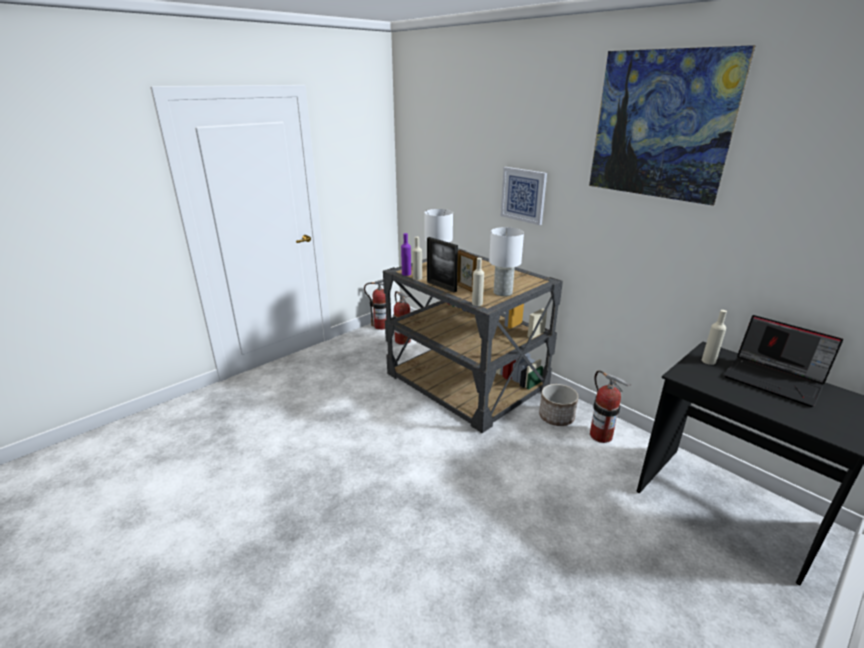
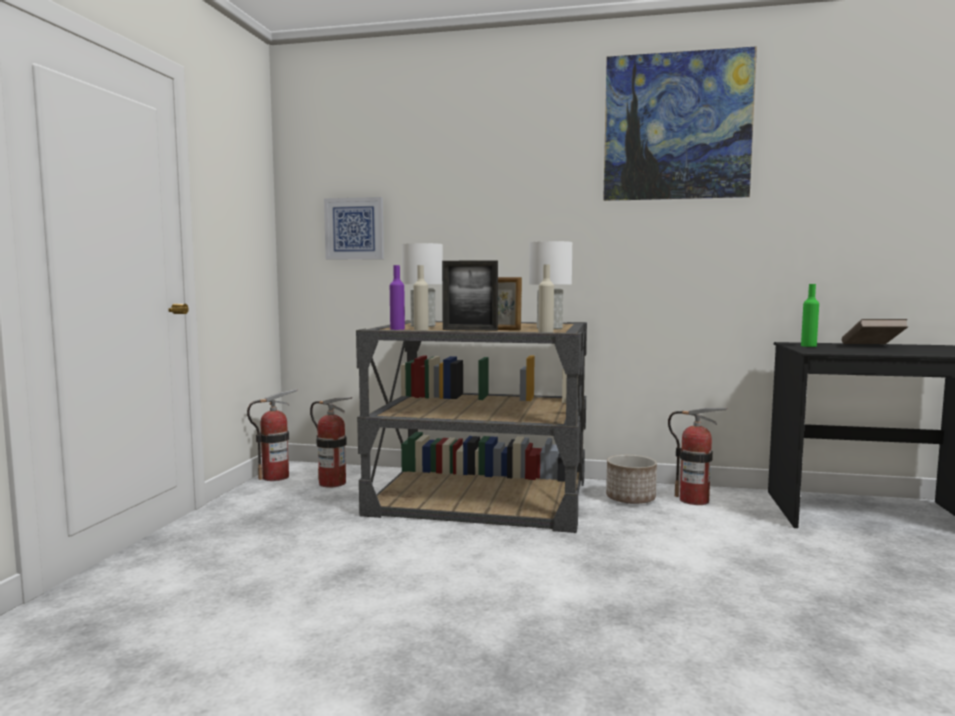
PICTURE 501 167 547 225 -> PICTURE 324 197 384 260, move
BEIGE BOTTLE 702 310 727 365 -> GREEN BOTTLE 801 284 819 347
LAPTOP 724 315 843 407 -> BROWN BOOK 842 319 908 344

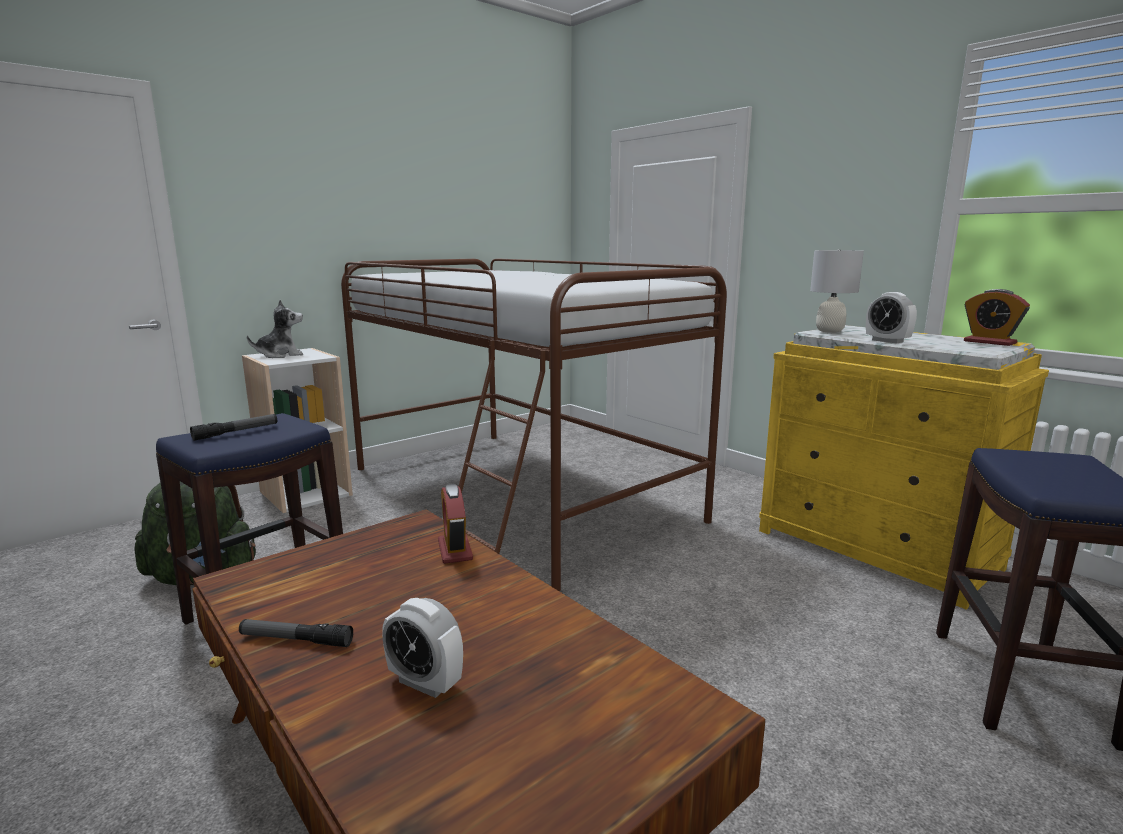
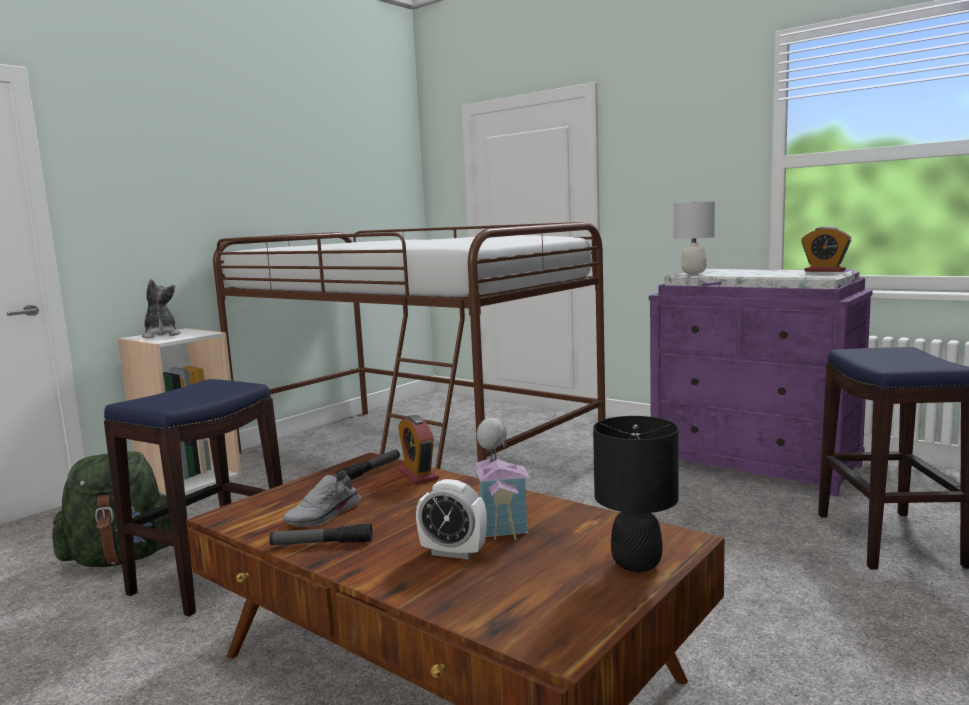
PLUSH TOY 247 300 303 358 -> PLUSH TOY 142 279 181 338, 75 degrees counterclockwise
none -> GREY SHOE 283 471 361 527
FLASHLIGHT 190 414 277 441 -> FLASHLIGHT 336 449 400 480, move
none -> TOY HOUSE 476 418 530 540
none -> BLACK TABLE LAMP 593 416 679 572
YELLOW DRESSER 759 325 1049 609 -> PURPLE DRESSER 649 269 873 497
ALARM CLOCK 866 292 917 343 -> none

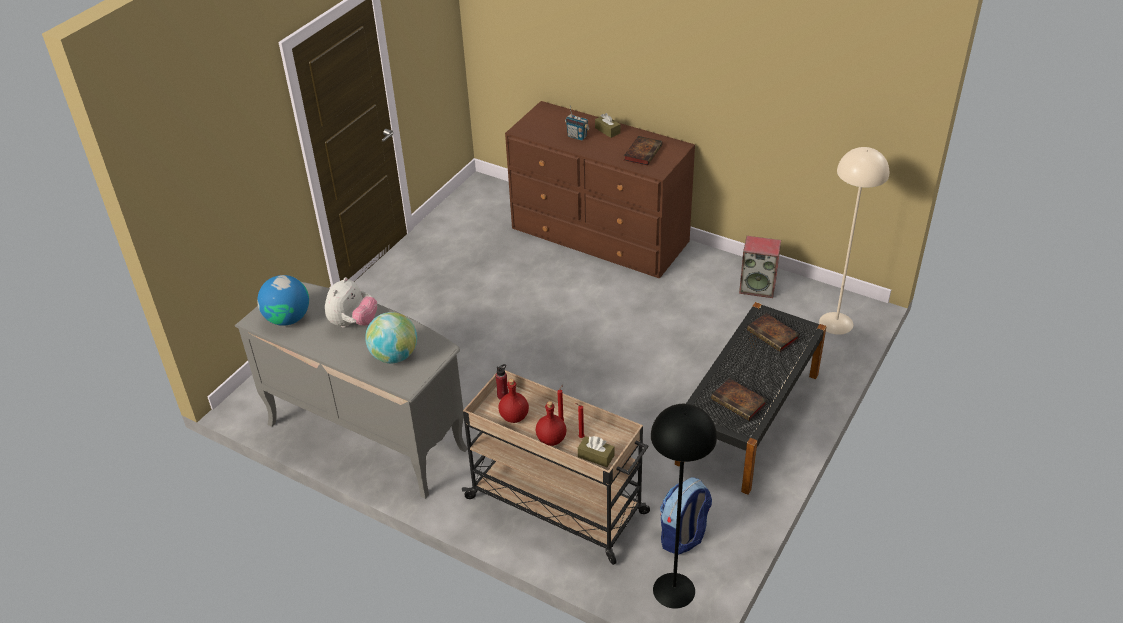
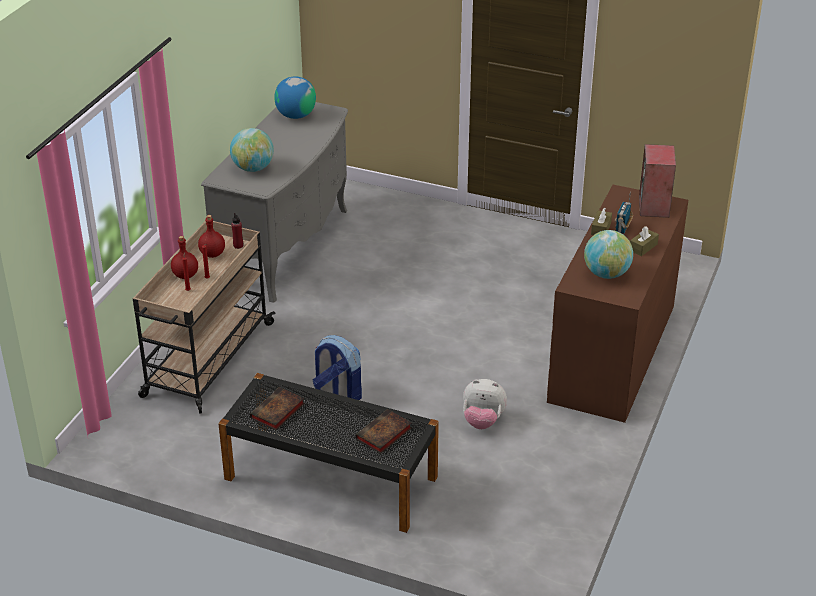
BACKPACK 660 477 712 555 -> BACKPACK 312 335 362 400, move
PLUSH TOY 325 277 377 328 -> PLUSH TOY 463 379 507 429, move
BOOK 624 136 662 165 -> GLOBE 584 230 633 279
BROWN TISSUE BOX 578 436 614 467 -> BROWN TISSUE BOX 591 208 612 235, move
SPEAKER 739 236 781 298 -> SPEAKER 639 144 676 218, move
BLACK FLOOR LAMP 651 404 717 609 -> none
BEIGE FLOOR LAMP 819 147 889 335 -> none

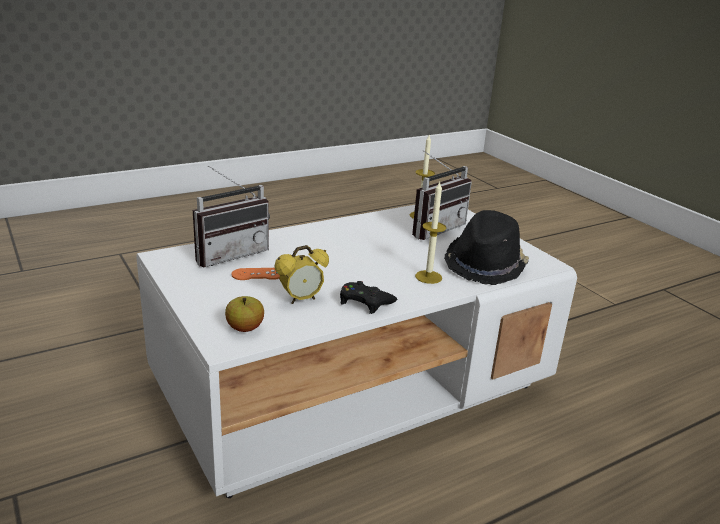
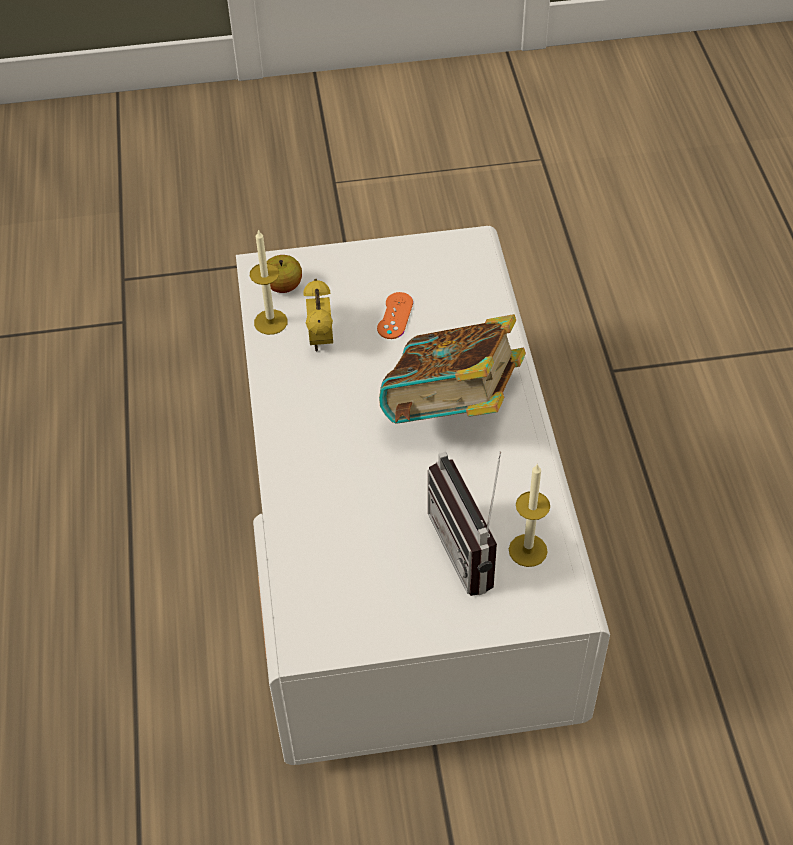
CANDLE 415 182 446 284 -> CANDLE 250 229 288 335, move
none -> BOOK 379 314 526 424
RADIO 193 165 270 267 -> none
BLACK GAME CONTROLLER 340 281 397 314 -> none
BLACK HAT 444 210 529 285 -> none

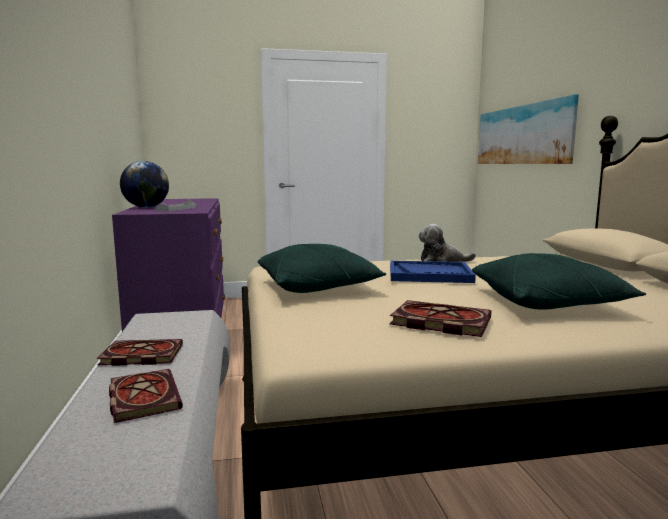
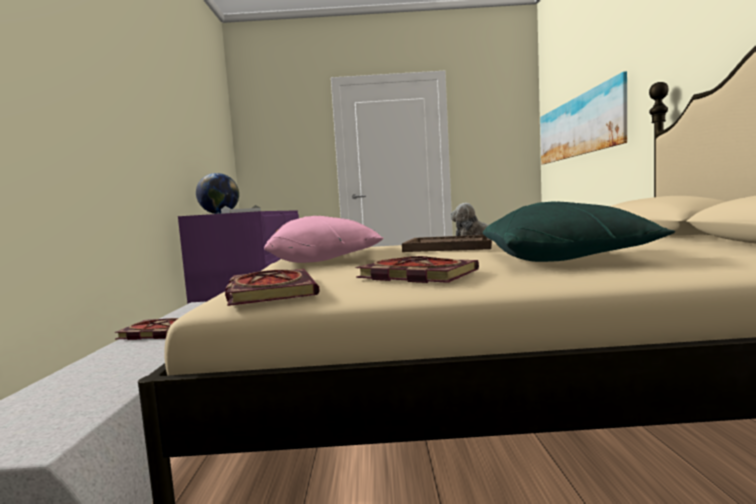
BOOK 109 369 183 423 -> BOOK 225 269 319 306, move
GREEN PILLOW 258 244 386 293 -> PINK PILLOW 264 216 383 263
BLUE TRAY 390 261 476 283 -> BROWN TRAY 402 235 492 252

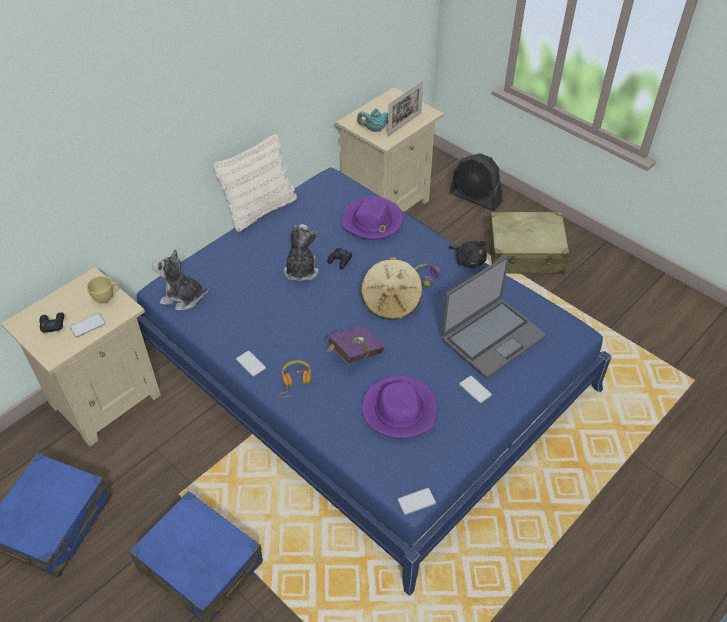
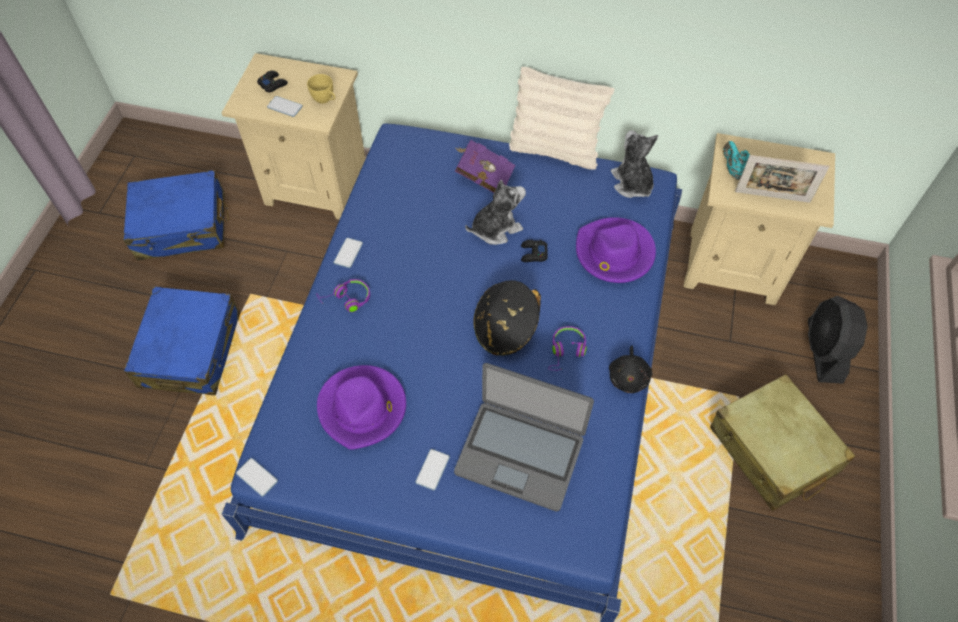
ORANGE HEADPHONES 279 360 312 397 -> PURPLE HEADPHONES 316 279 370 312
PURPLE BOOK 326 325 386 365 -> PURPLE BOOK 455 140 515 193, move
BEIGE HAT 361 257 423 320 -> BLACK HAT 473 280 541 356
PLUSH TOY 152 249 209 310 -> PLUSH TOY 611 130 658 198, move

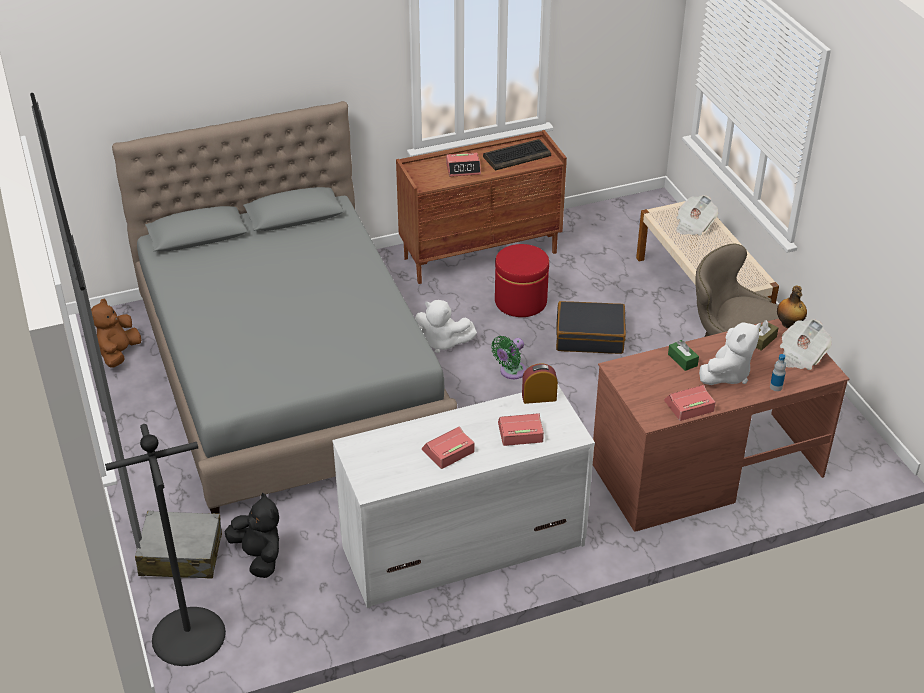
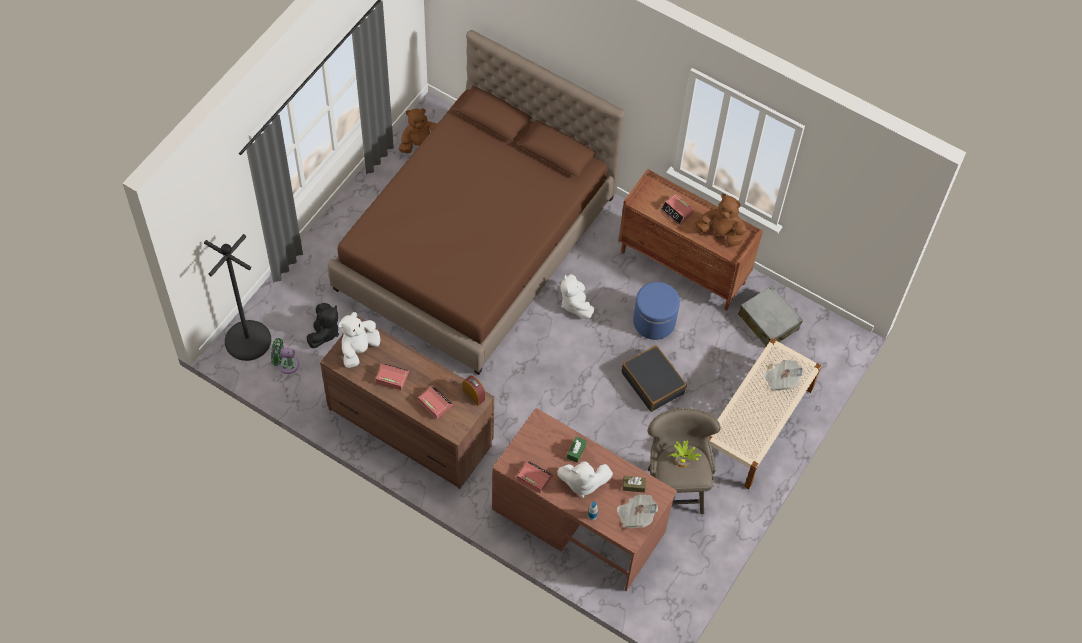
GREEN FAN 491 336 526 379 -> GREEN FAN 271 338 299 374, move
WHITE DRESSER 332 385 595 608 -> BROWN DRESSER 320 316 494 489
GREY BED 112 101 457 514 -> BROWN BED 328 30 625 375
none -> WHITE PLUSH TOY 339 312 380 368
RED OTTOMAN 495 244 549 317 -> BLUE OTTOMAN 633 282 680 340
none -> POTTED PLANT 669 441 701 468
KEYBOARD 483 139 551 171 -> BROWN PLUSH TOY 695 194 746 246
GREY SUITCASE 135 511 222 579 -> GREY SUITCASE 738 286 803 346, move
BOTTLE 777 286 807 328 -> none

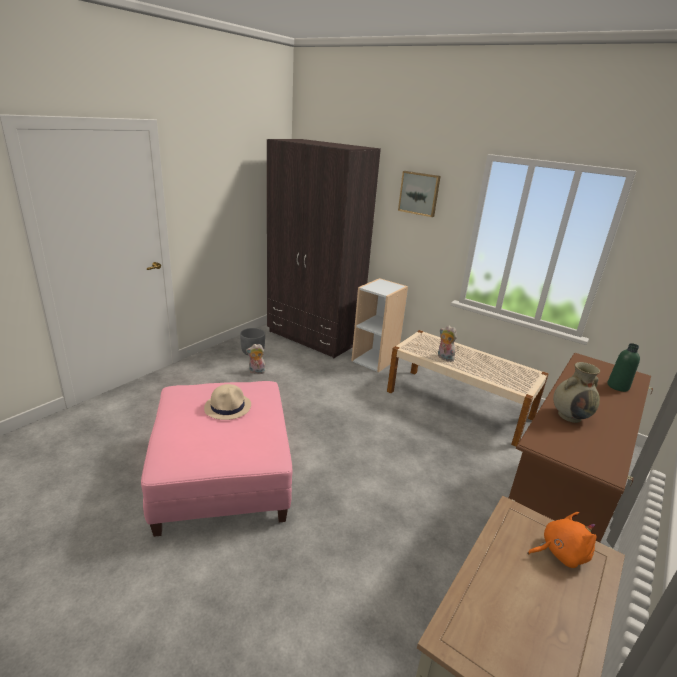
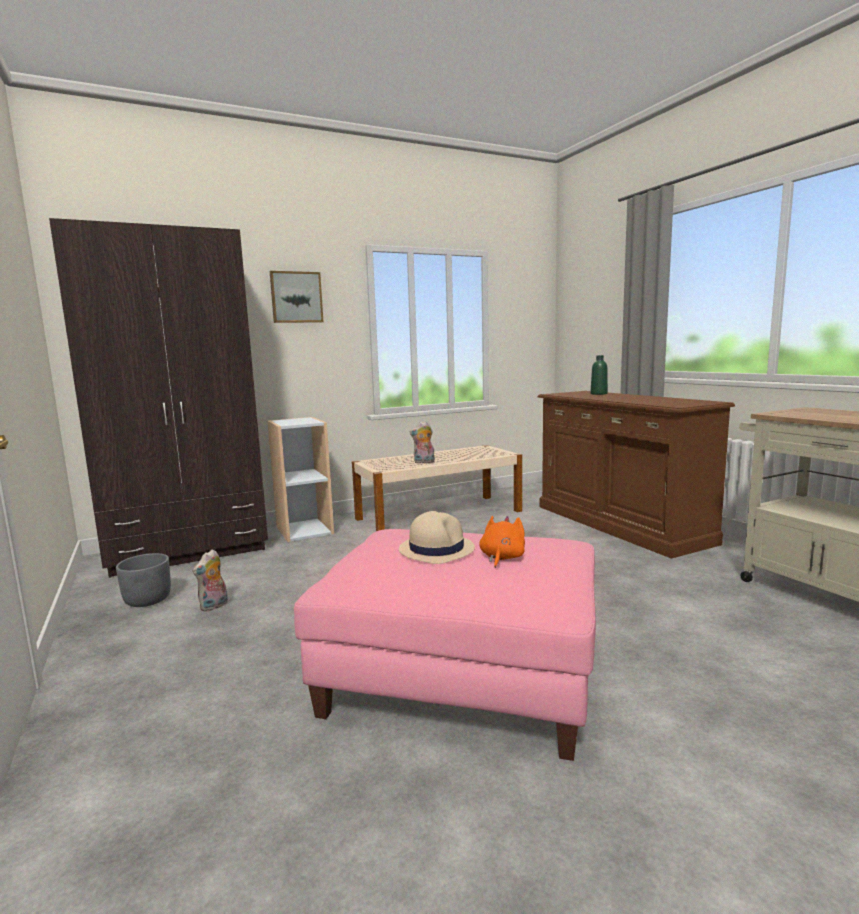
ORANGE PLUSH TOY 528 512 596 568 -> ORANGE PLUSH TOY 479 516 525 568, move
BEIGE VASE 553 362 600 423 -> none

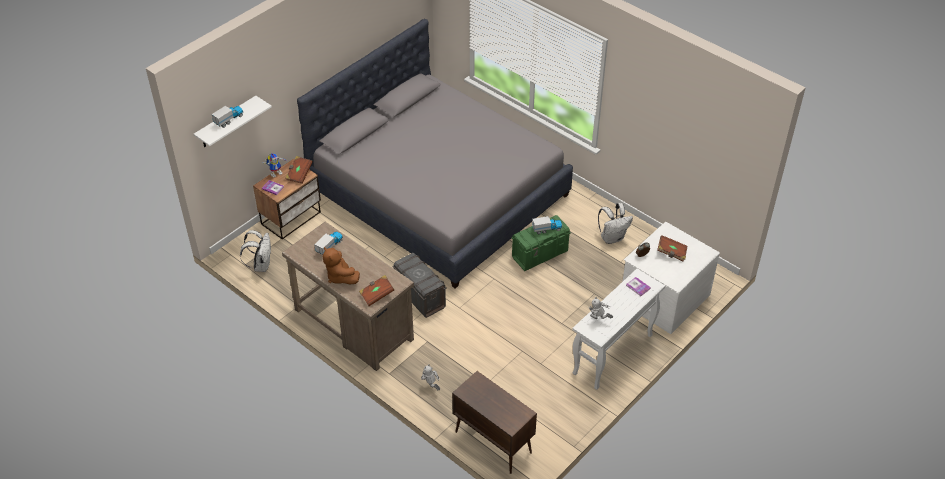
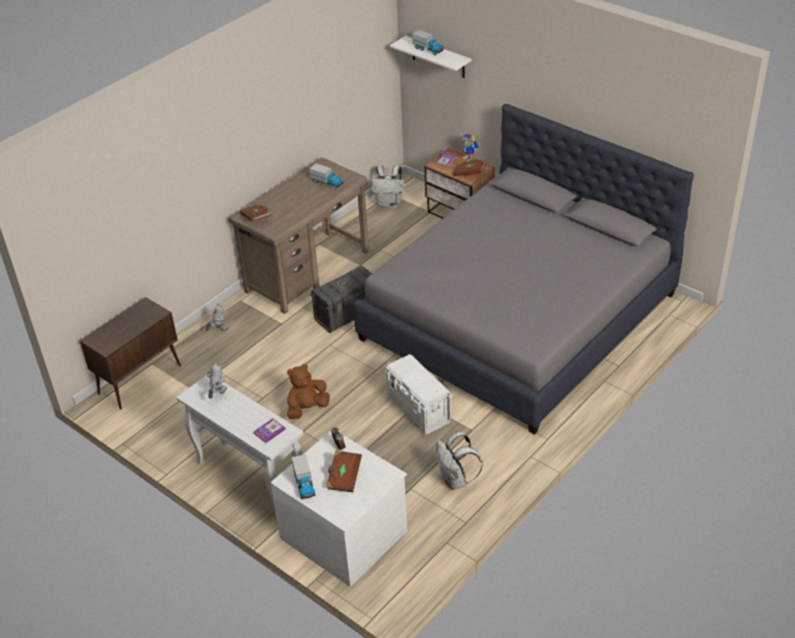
BROWN PLUSH TOY 323 246 360 284 -> BROWN PLUSH TOY 287 364 330 419, move
TOY TRUCK 532 216 562 234 -> TOY TRUCK 291 454 315 499, move
GREEN STORAGE BOX 511 215 571 271 -> WHITE STORAGE BOX 384 354 453 435

